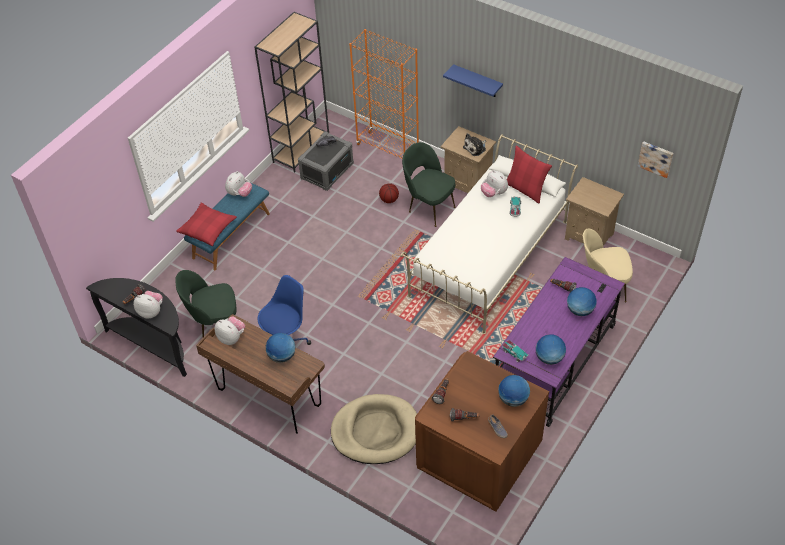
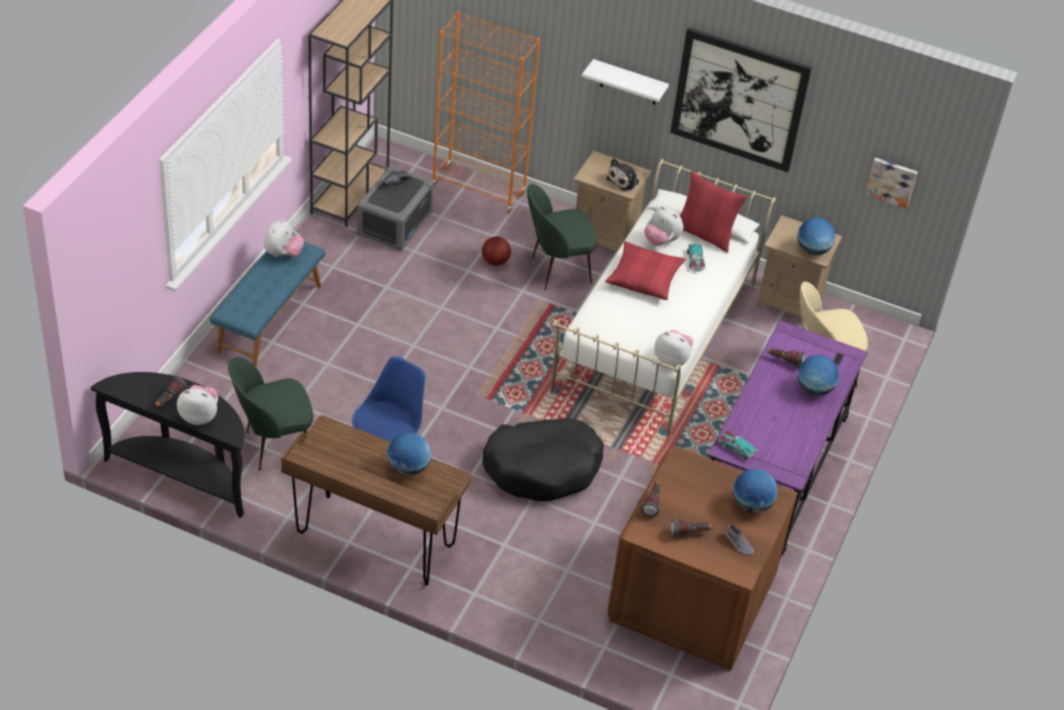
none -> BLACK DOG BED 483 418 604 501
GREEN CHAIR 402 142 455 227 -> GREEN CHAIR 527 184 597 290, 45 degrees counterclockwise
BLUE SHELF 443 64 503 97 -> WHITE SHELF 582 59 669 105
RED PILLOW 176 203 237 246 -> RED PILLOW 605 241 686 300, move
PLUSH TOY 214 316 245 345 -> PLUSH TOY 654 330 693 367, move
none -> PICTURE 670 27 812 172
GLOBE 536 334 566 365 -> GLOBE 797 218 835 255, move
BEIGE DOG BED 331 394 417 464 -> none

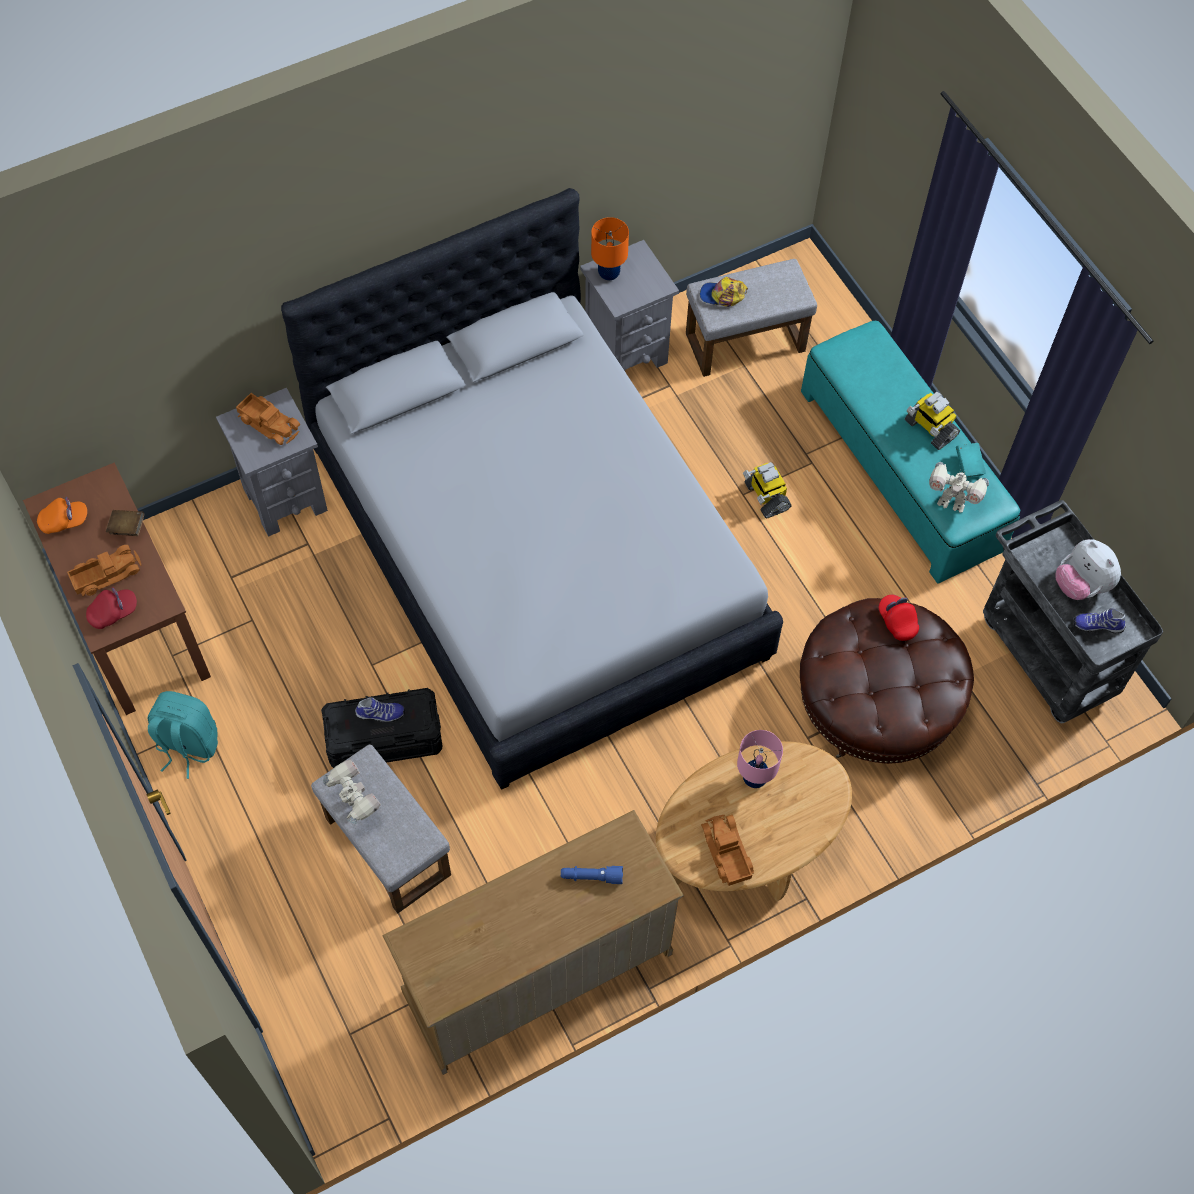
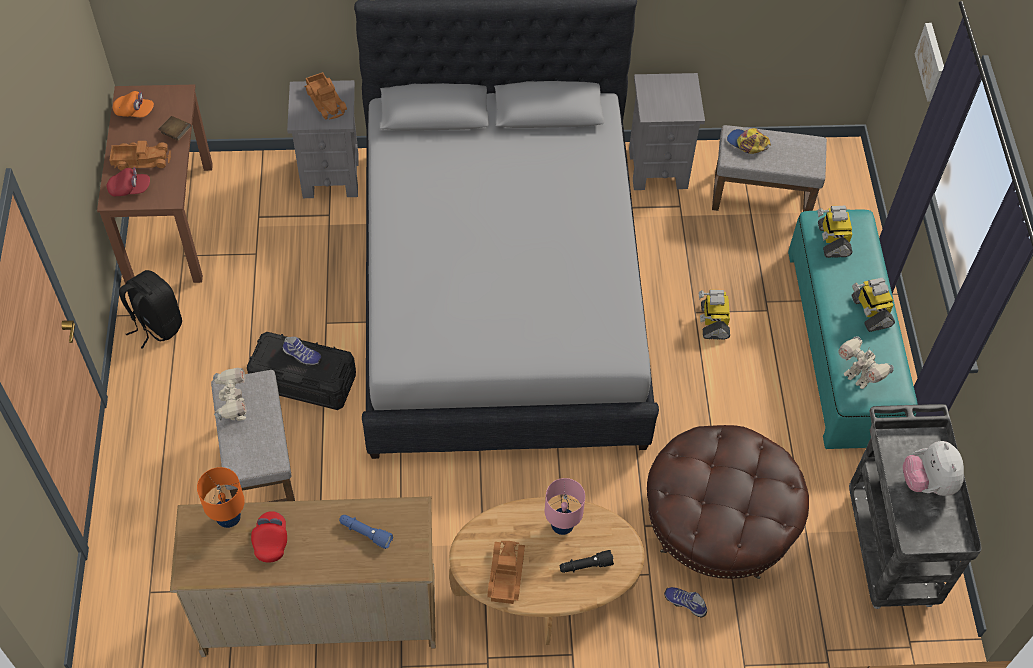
TURQUOISE BACKPACK 148 691 218 779 -> BLACK BACKPACK 119 270 182 349
ORANGE TABLE LAMP 591 217 629 280 -> ORANGE TABLE LAMP 197 467 245 528, move
RED CAP 879 595 919 641 -> RED CAP 251 511 287 563, move
none -> BLACK FLASHLIGHT 560 550 614 573
SHOE 1074 608 1126 633 -> SHOE 664 587 707 618, move
none -> TOY ROBOT 817 206 853 258
none -> PICTURE 915 23 944 102
TURQUOISE BOOK 956 443 986 478 -> none

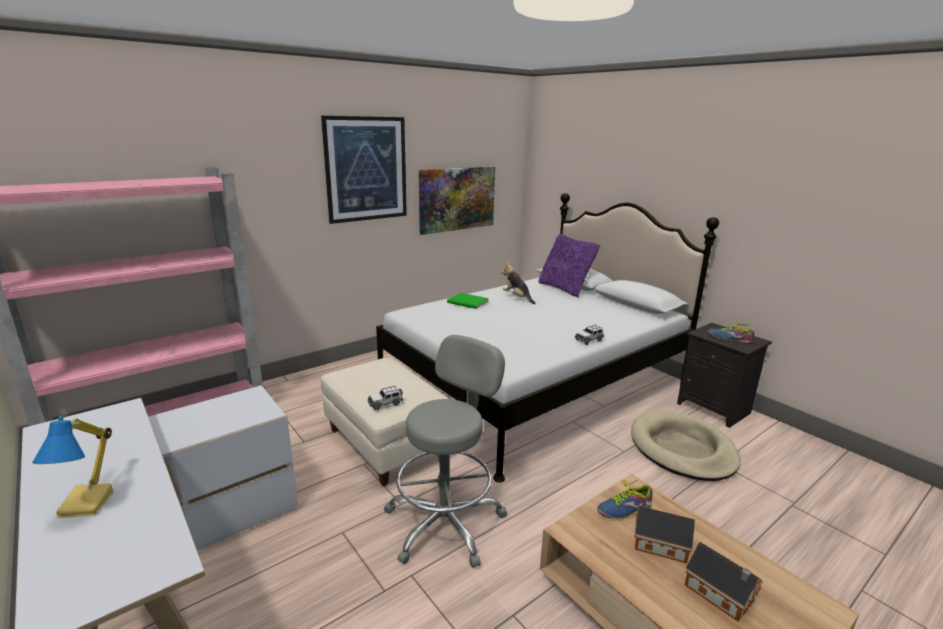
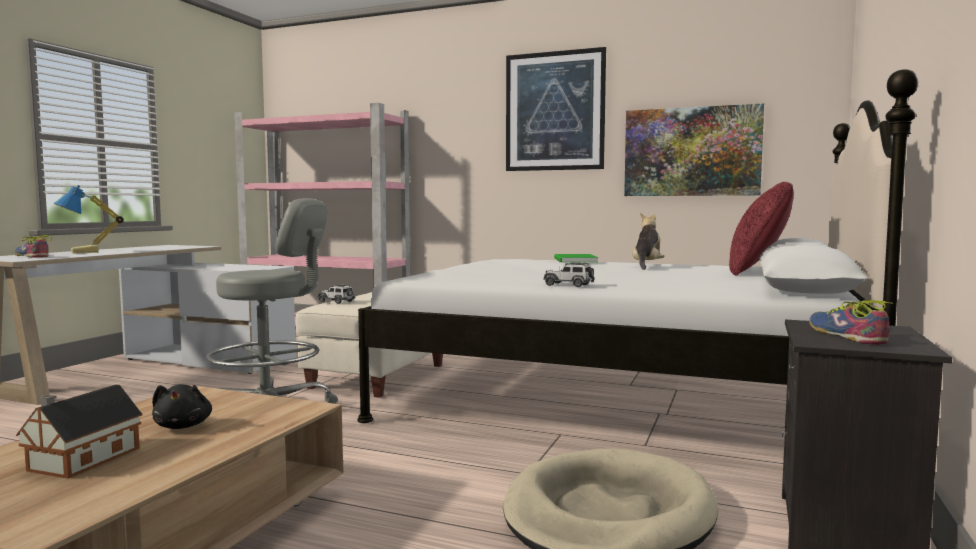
SHOE 597 478 653 519 -> SHOE 14 235 52 258, move
TOY HOUSE 635 501 695 563 -> BLACK PLUSH TOY 152 384 212 429
PURPLE PILLOW 538 234 600 297 -> RED PILLOW 729 182 794 276

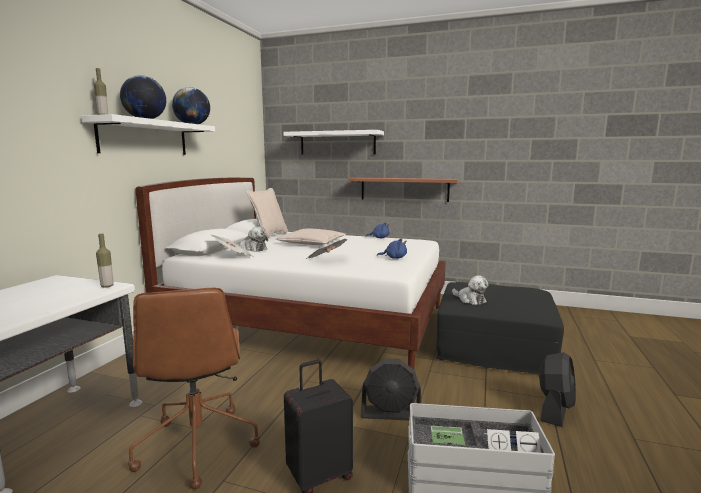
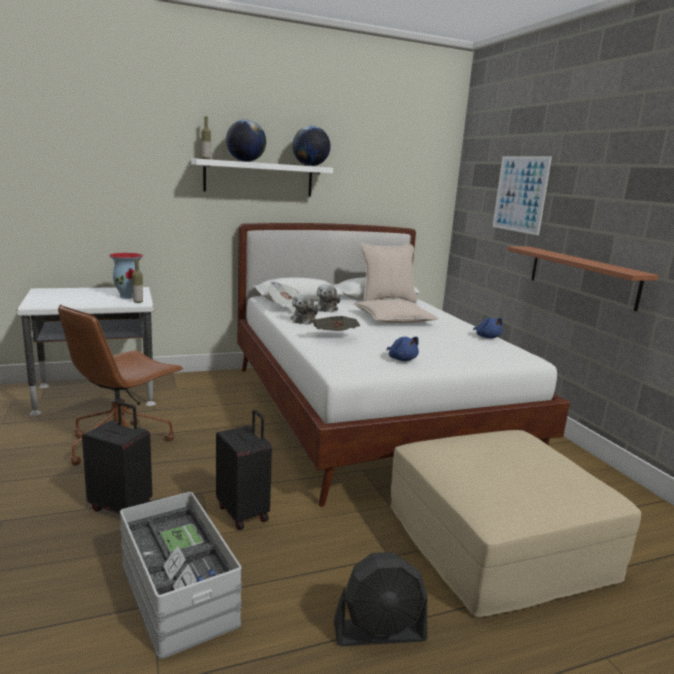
none -> VASE 109 253 143 299
BLACK FAN 360 358 421 421 -> BLACK SUITCASE 216 409 272 530
PLUSH TOY 452 275 489 305 -> PLUSH TOY 291 293 318 325, move
BLACK OTTOMAN 436 282 564 374 -> BEIGE OTTOMAN 390 430 641 617
WHITE SHELF 284 130 384 155 -> PICTURE 493 156 552 235

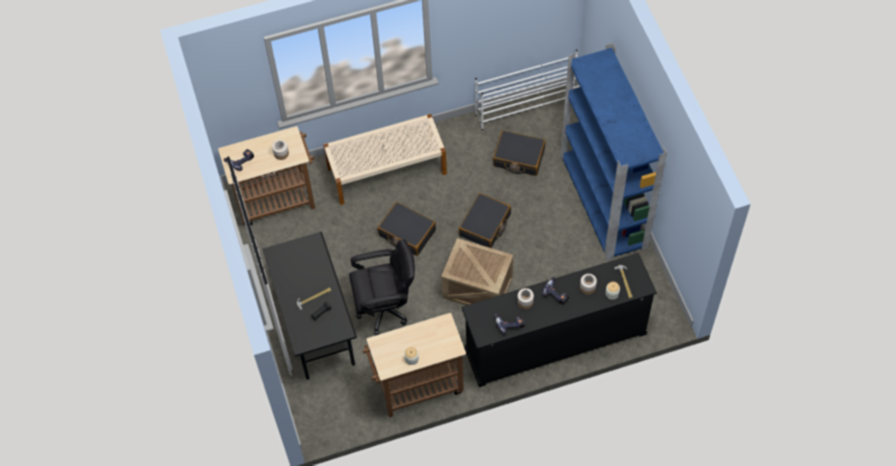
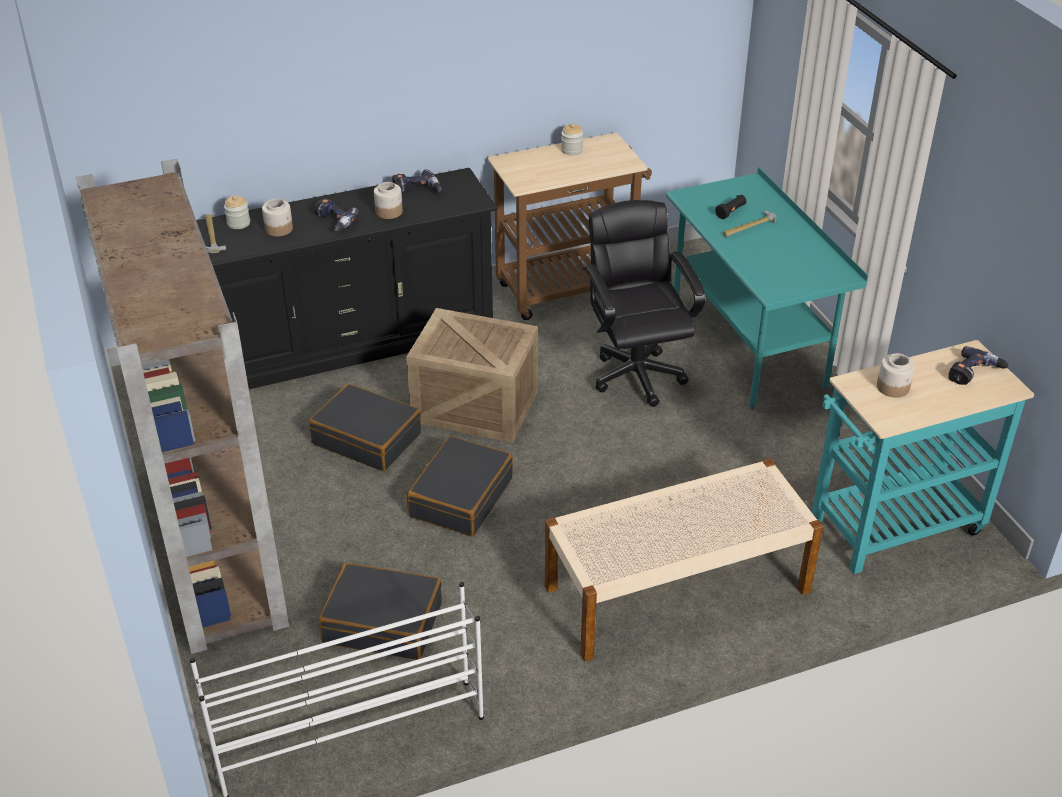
BLUE BOOKCASE 560 43 667 261 -> BROWN BOOKCASE 76 159 289 654
BLACK SUITCASE 377 202 436 256 -> BLACK SUITCASE 309 384 421 471, move
BLACK OFFICE CHAIR 349 239 415 336 -> BLACK OFFICE CHAIR 583 200 705 407, 90 degrees clockwise
BLACK DESK 262 232 357 380 -> TURQUOISE DESK 666 167 868 410
BROWN CART 218 126 315 226 -> TURQUOISE CART 812 340 1034 574

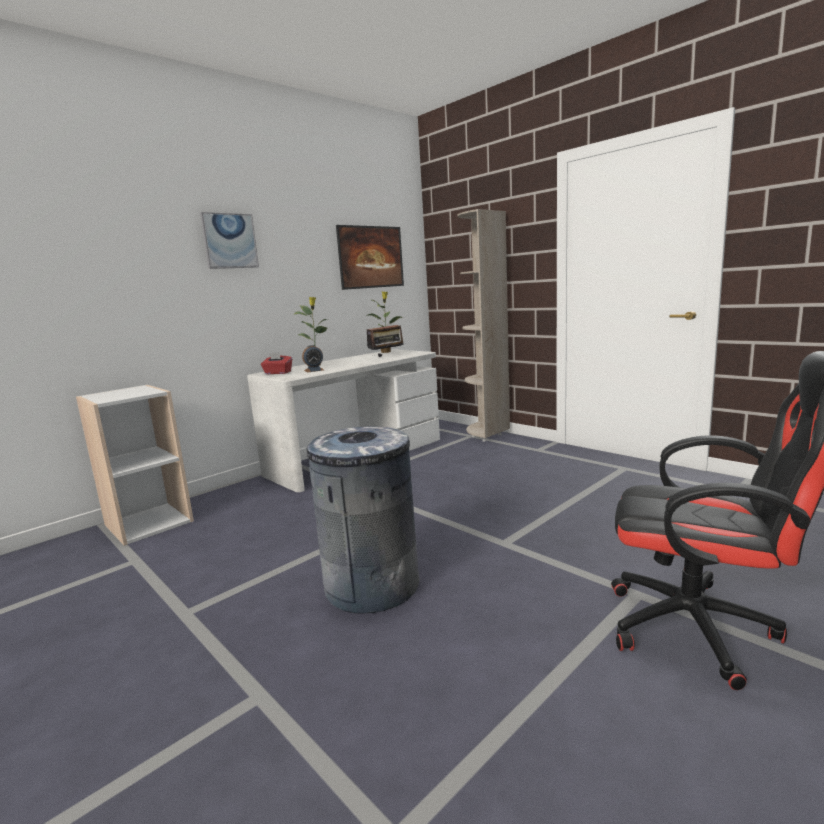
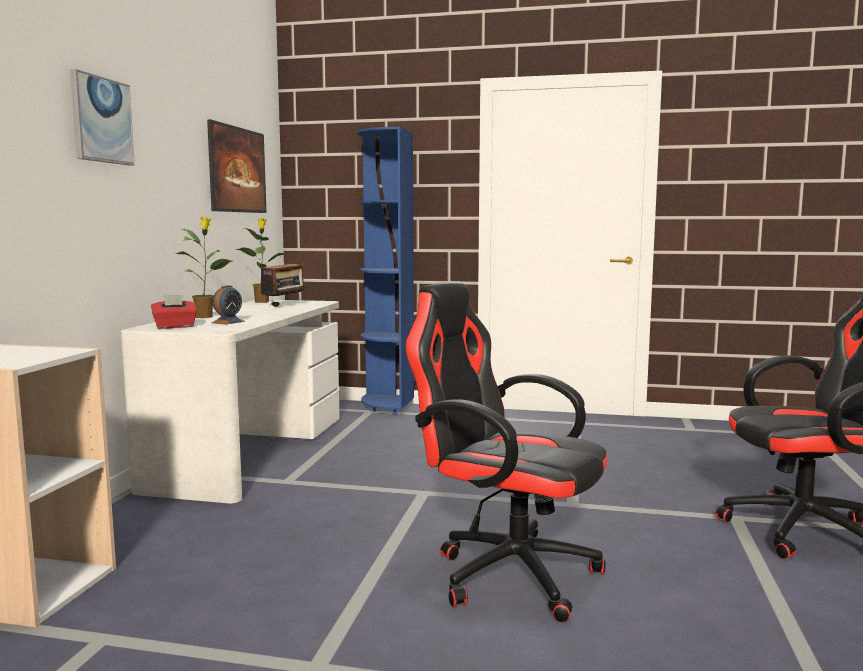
BEIGE BOOKCASE 458 209 510 442 -> BLUE BOOKCASE 357 127 414 415
GREY TRASH CAN 307 426 420 613 -> BLACK OFFICE CHAIR 406 282 607 623

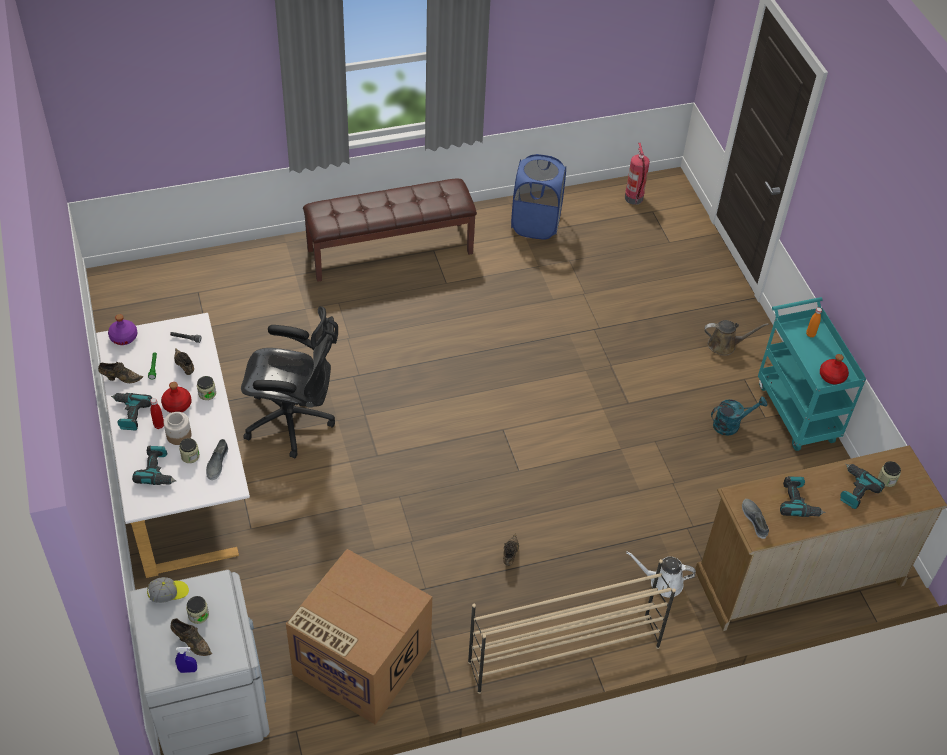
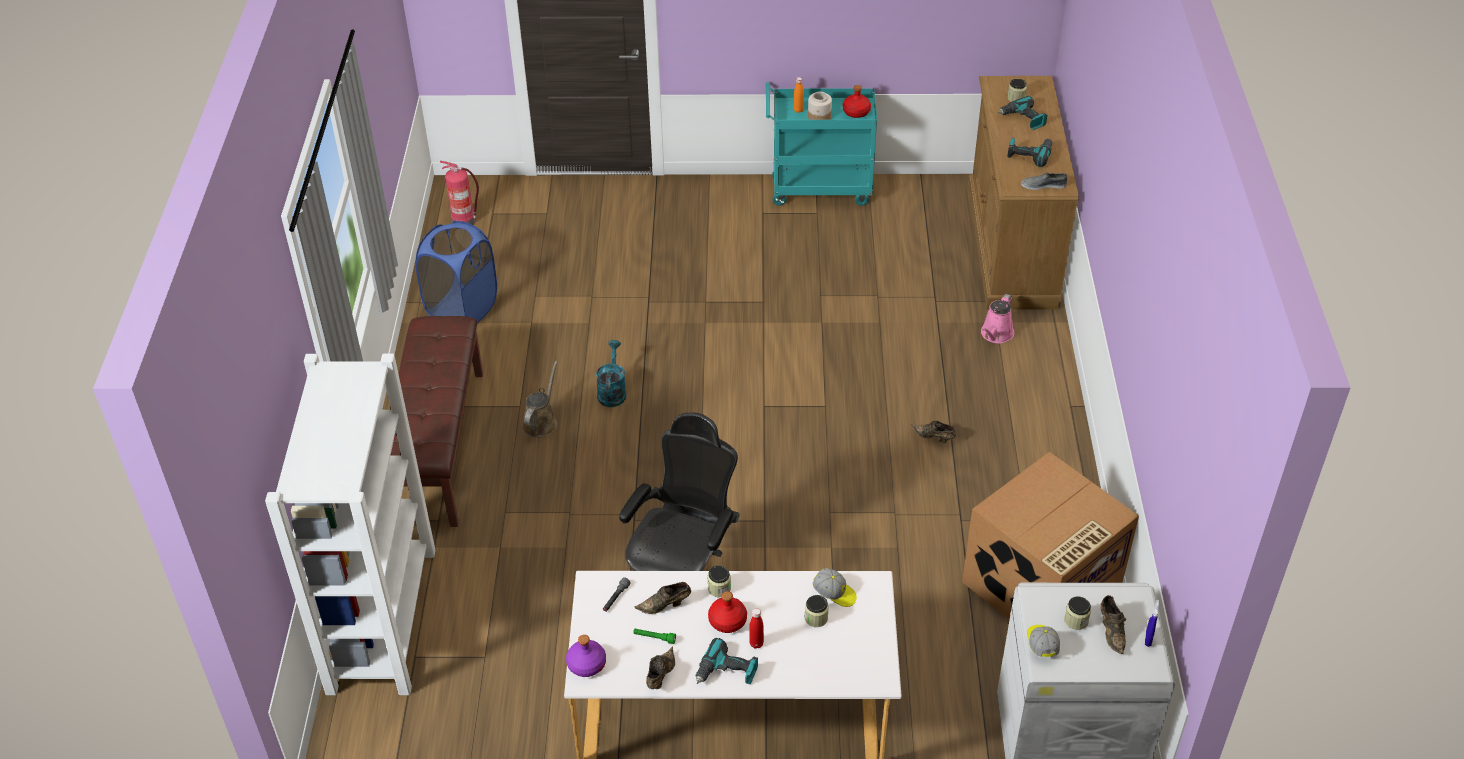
none -> WHITE BOOKCASE 265 354 435 695
BROWN WATERING CAN 705 320 769 356 -> BROWN WATERING CAN 522 361 558 438, move
TURQUOISE WATERING CAN 711 396 767 436 -> TURQUOISE WATERING CAN 596 340 626 407, move
JAR 164 412 191 445 -> JAR 808 92 832 120, move
GREY SHOE 206 439 228 480 -> CAP 813 568 857 607
WHITE WATERING CAN 626 551 696 598 -> PINK WATERING CAN 981 294 1014 343
BROWN SHOE 171 618 212 656 -> BROWN SHOE 1100 595 1126 654, 120 degrees clockwise
POWER DRILL 132 446 176 485 -> none
BEIGE SHOE RACK 468 559 676 694 -> none

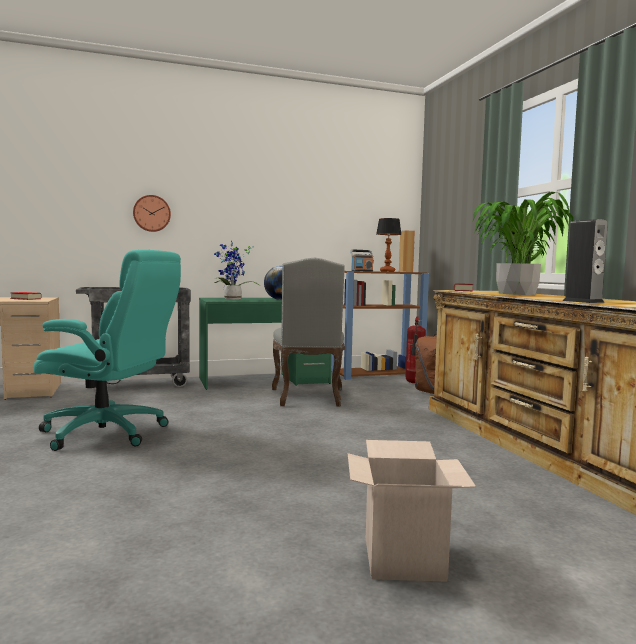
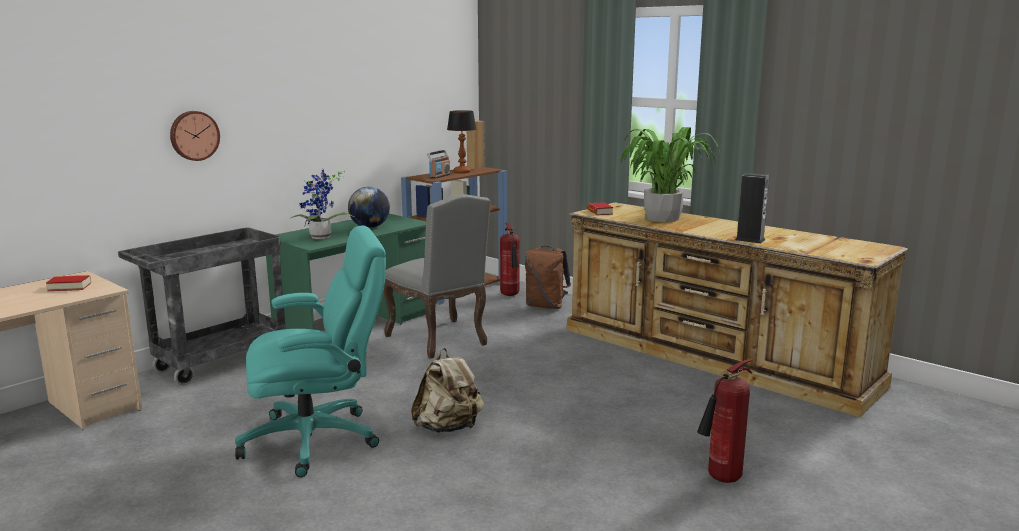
none -> BEIGE BACKPACK 411 348 484 433
CARDBOARD BOX 348 440 476 582 -> FIRE EXTINGUISHER 697 359 753 483

